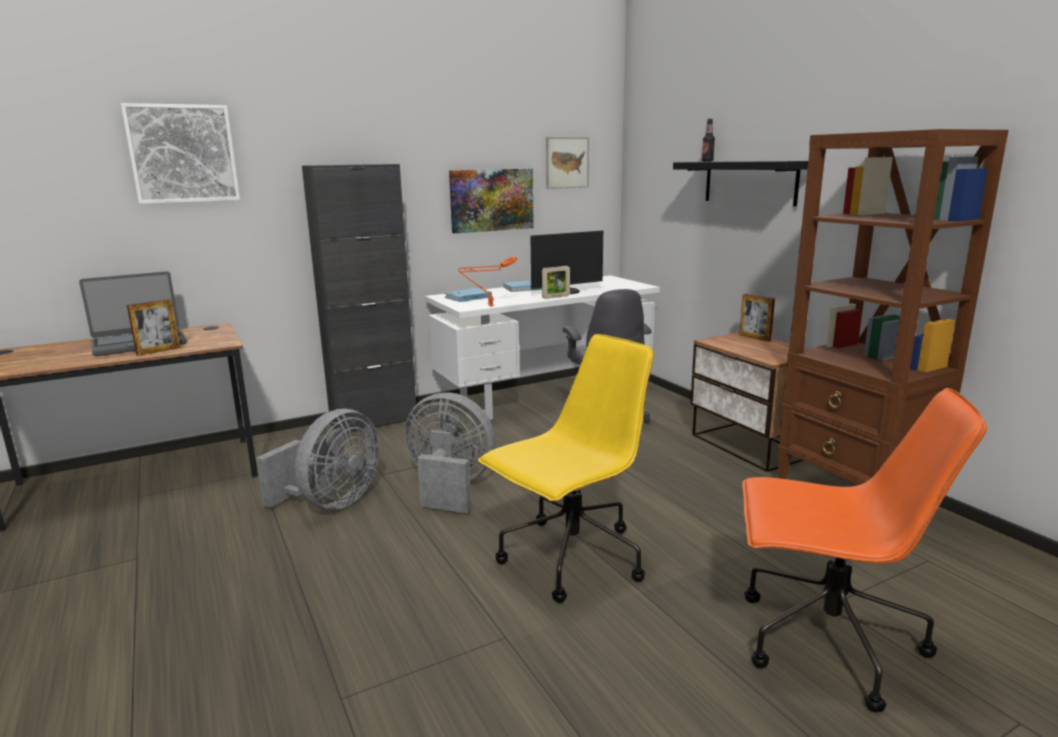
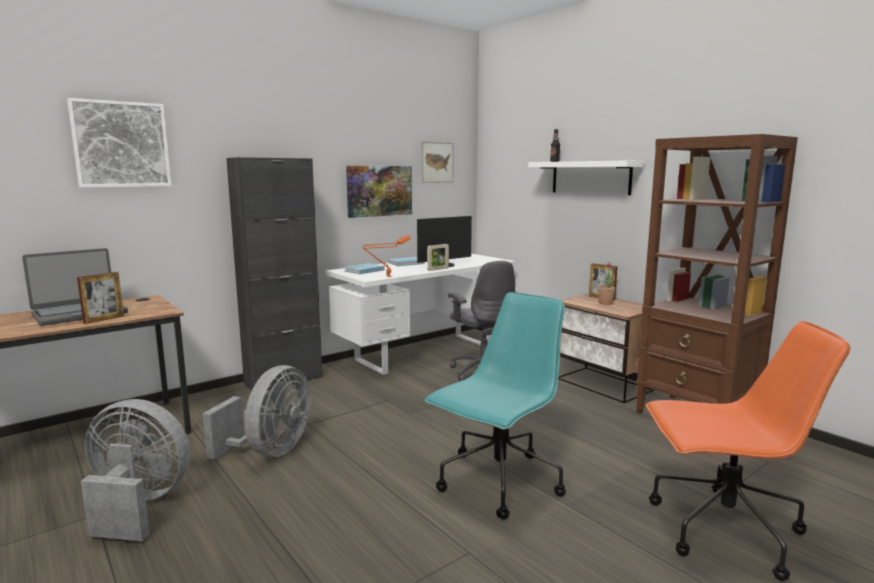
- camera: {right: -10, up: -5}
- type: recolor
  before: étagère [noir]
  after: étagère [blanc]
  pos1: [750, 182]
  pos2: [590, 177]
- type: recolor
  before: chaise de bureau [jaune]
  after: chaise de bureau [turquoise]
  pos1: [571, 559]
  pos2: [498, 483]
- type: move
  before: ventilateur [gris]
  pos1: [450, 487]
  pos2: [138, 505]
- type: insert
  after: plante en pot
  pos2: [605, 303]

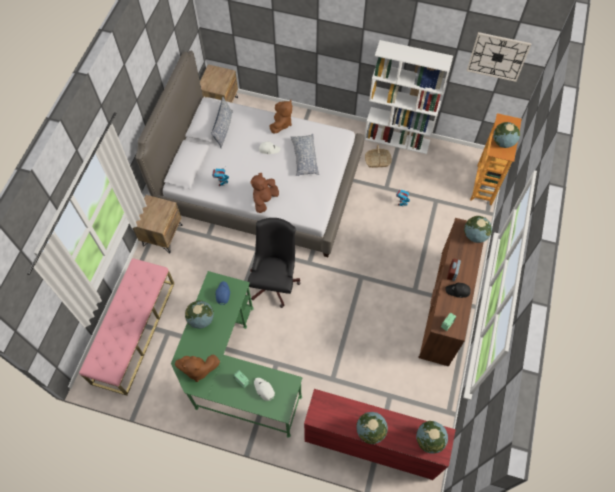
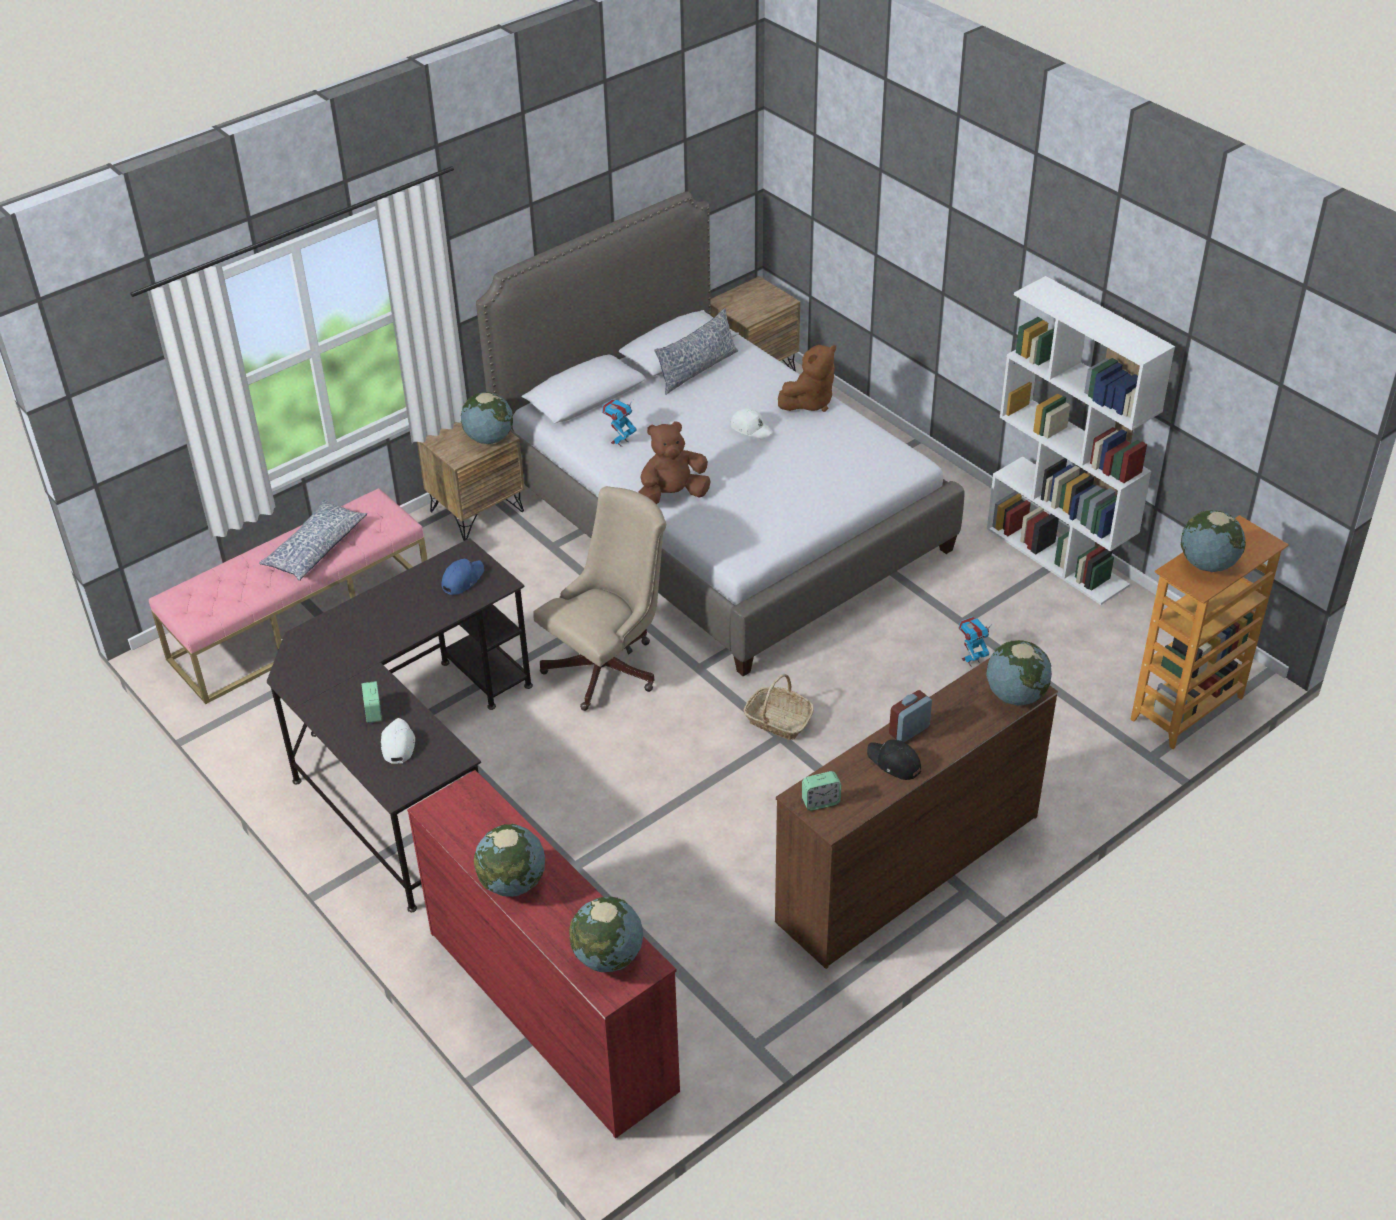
- camera: {right: 35, up: -20}
- type: delete
  before: horloge murale
  pos1: [497, 56]
- type: move
  before: coussin
  pos1: [304, 158]
  pos2: [314, 548]
- type: move
  before: panier
  pos1: [377, 161]
  pos2: [778, 721]
- type: recolor
  before: chaise de bureau [noir]
  after: chaise de bureau [beige]
  pos1: [275, 281]
  pos2: [609, 666]
- type: recolor
  before: bureau [vert]
  after: bureau [noir]
  pos1: [234, 372]
  pos2: [408, 763]
- type: move
  before: globe
  pos1: [201, 319]
  pos2: [489, 438]
- type: delete
  before: peluche [marron]
  pos1: [198, 369]

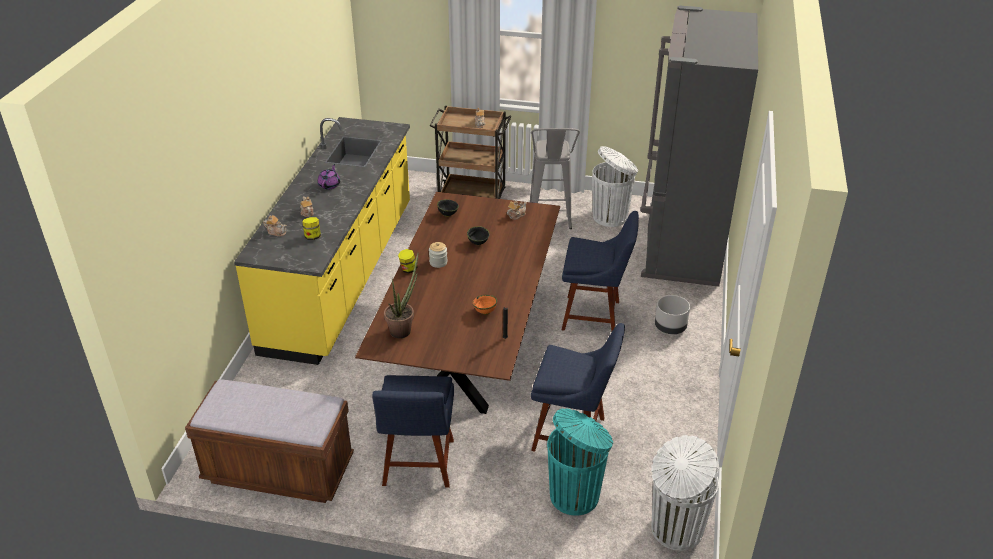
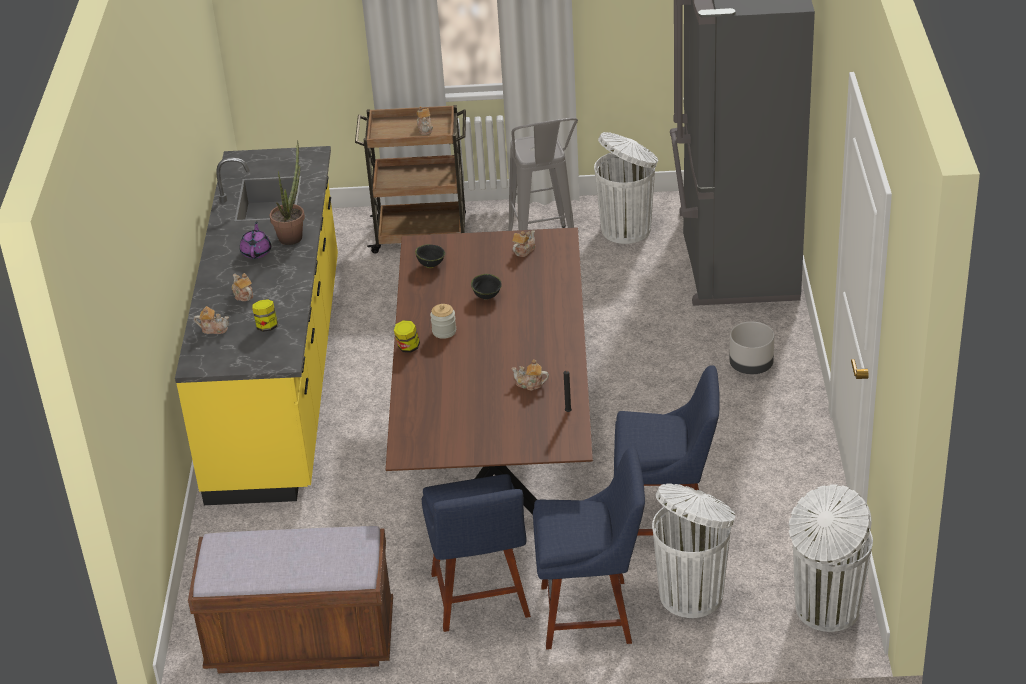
- camera: {right: -10, up: 0}
- type: move
  before: chaise [bleu]
  pos1: [595, 316]
  pos2: [592, 613]
- type: move
  before: plante en pot
  pos1: [403, 329]
  pos2: [293, 235]
- type: replace
  before: bol [orange]
  after: théière
  pos1: [485, 312]
  pos2: [530, 384]
- type: recolor
  before: poubelle [turquoise]
  after: poubelle [blanc]
  pos1: [576, 495]
  pos2: [692, 594]

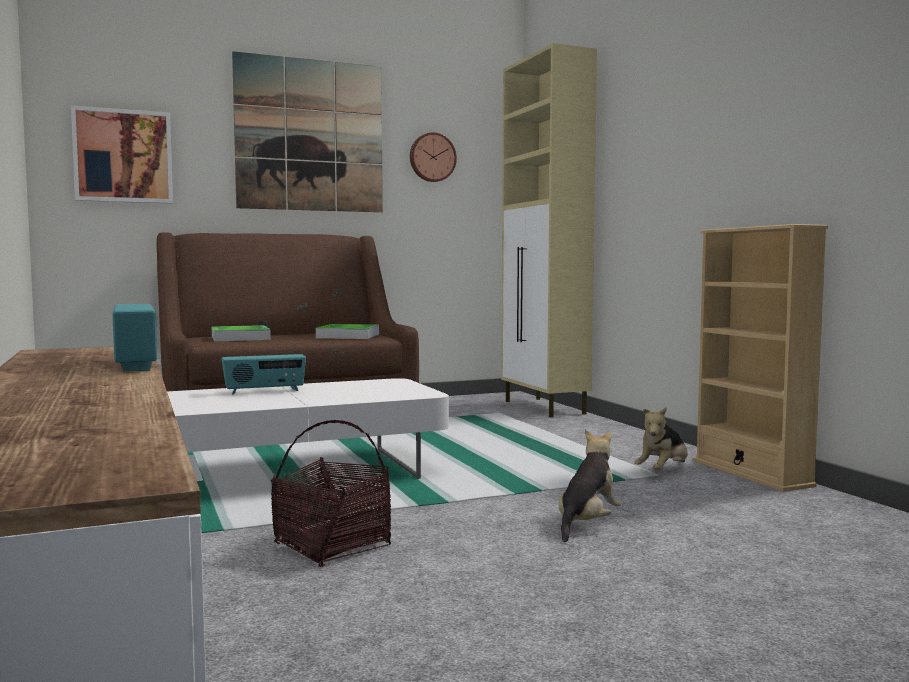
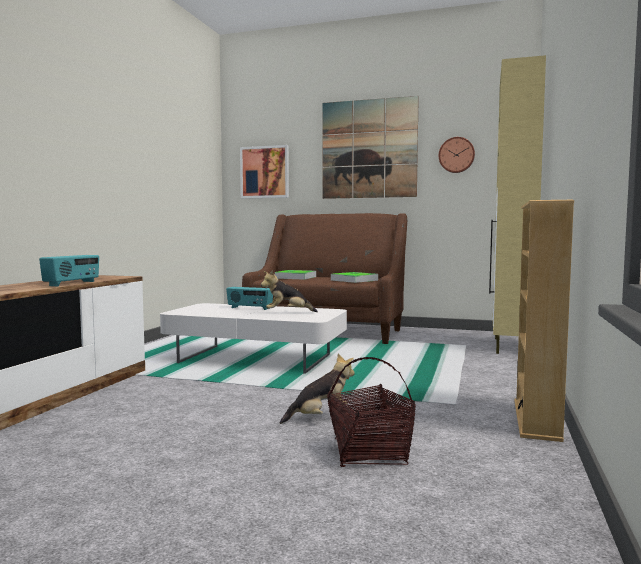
- camera: {right: 40, up: 0}
- type: move
  before: peluche
  pos1: [663, 471]
  pos2: [287, 313]
- type: move
  before: panier
  pos1: [331, 545]
  pos2: [369, 452]

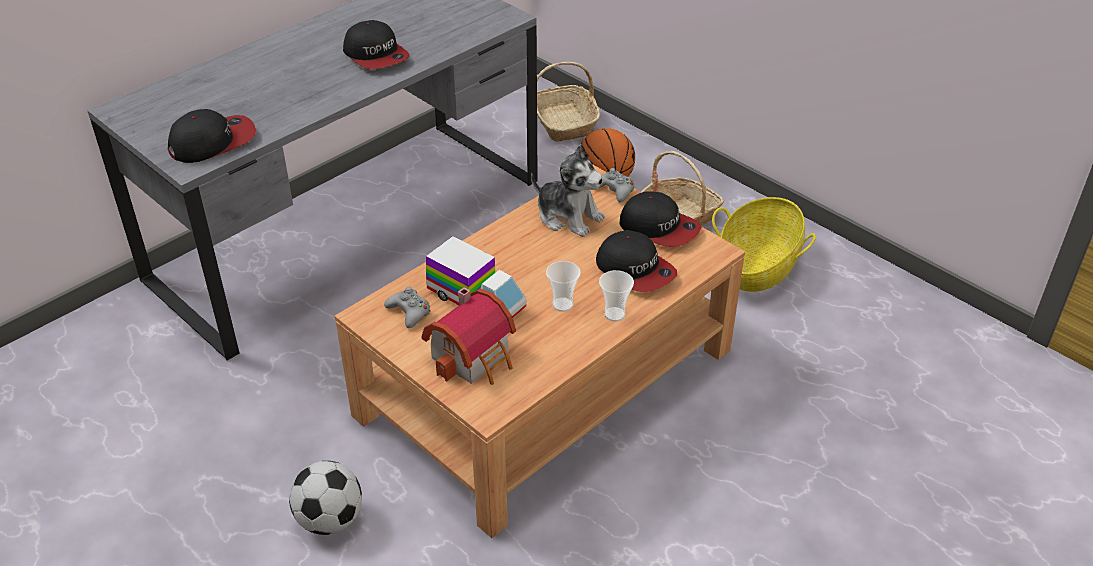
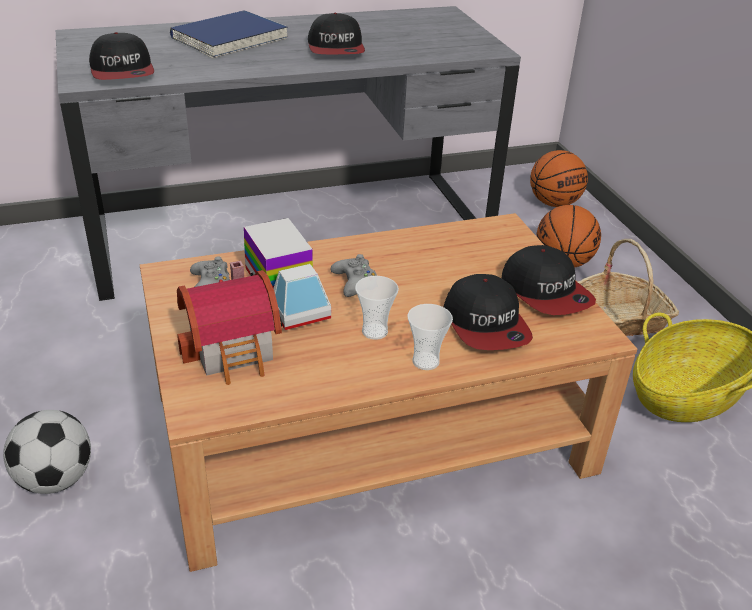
- camera: {right: 25, up: -5}
- type: replace
  before: panier
  after: ballon de basket
  pos1: [563, 122]
  pos2: [554, 203]
- type: rotate
  before: casquette
  pos1: [213, 142]
  pos2: [123, 72]
  turn: 75
- type: delete
  before: peluche
  pos1: [568, 217]
- type: move
  before: manette [gris]
  pos1: [615, 190]
  pos2: [355, 282]
- type: insert
  after: livre [bleu]
  pos2: [229, 39]

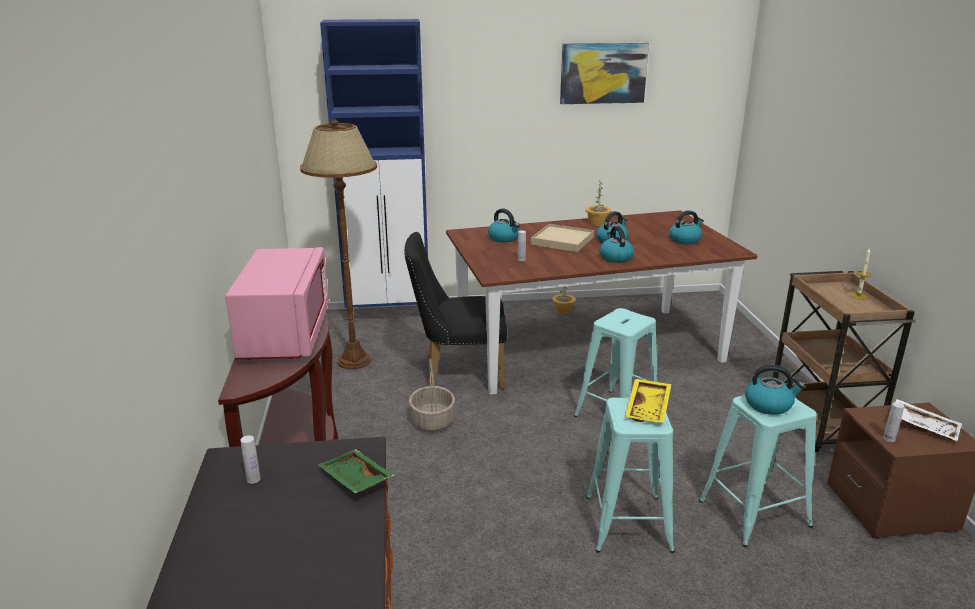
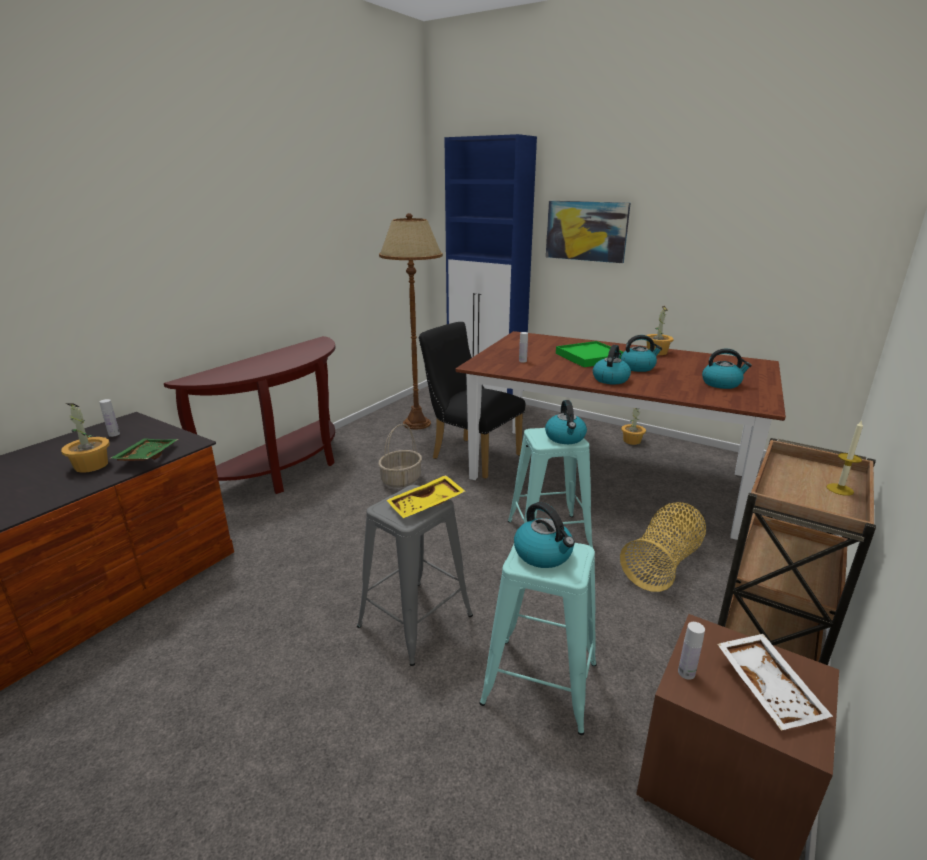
- camera: {right: 40, up: 0}
- type: move
  before: tableau
  pos1: [603, 73]
  pos2: [586, 231]
- type: move
  before: bouilloire
  pos1: [504, 238]
  pos2: [565, 438]
- type: recolor
  before: plateau [beige]
  after: plateau [vert]
  pos1: [562, 241]
  pos2: [590, 357]
- type: delete
  before: micro-ondes [rose]
  pos1: [286, 335]
- type: recolor
  before: tabouret [turquoise]
  after: tabouret [gris]
  pos1: [628, 523]
  pos2: [415, 621]
- type: insert
  after: plante en pot
  pos2: [91, 465]
- type: insert
  after: panier
  pos2: [663, 564]

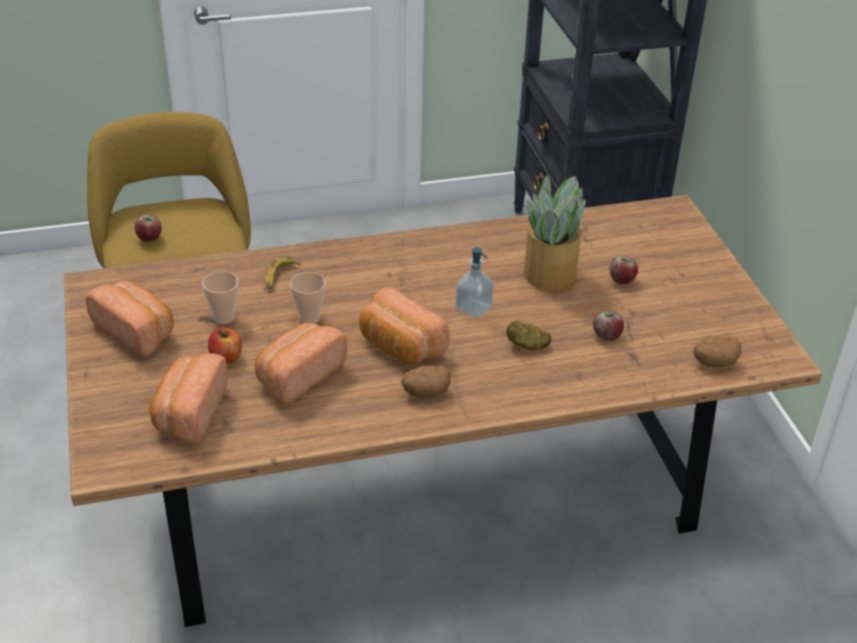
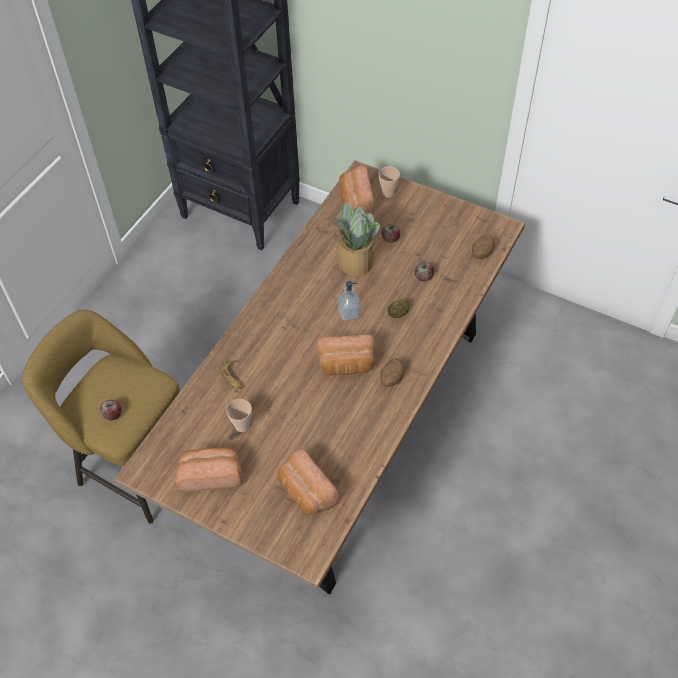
- camera: {right: -45, up: 15}
- type: move
  before: tasse
  pos1: [309, 318]
  pos2: [388, 193]
- type: move
  before: pain
  pos1: [298, 376]
  pos2: [355, 201]
- type: delete
  before: pomme
  pos1: [226, 357]

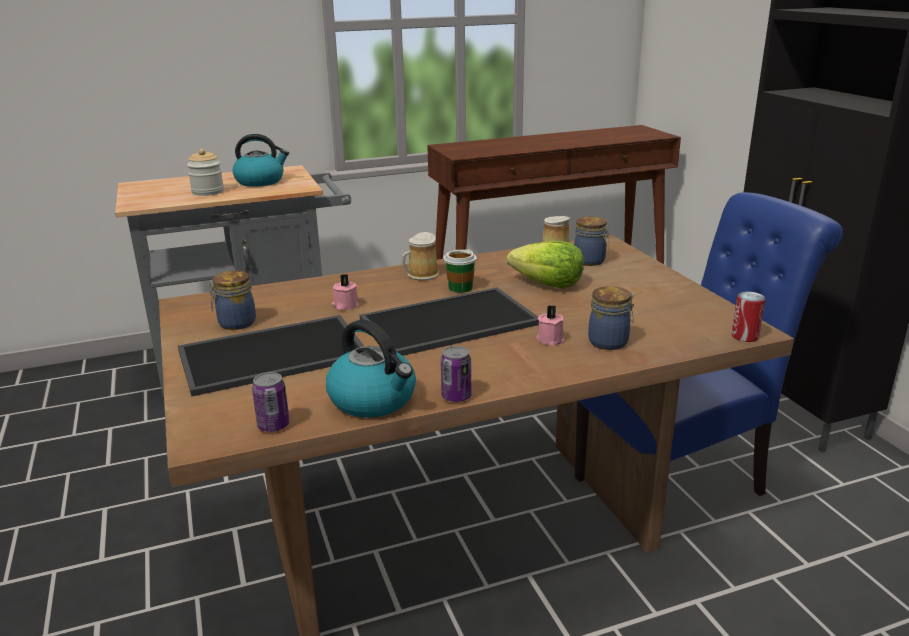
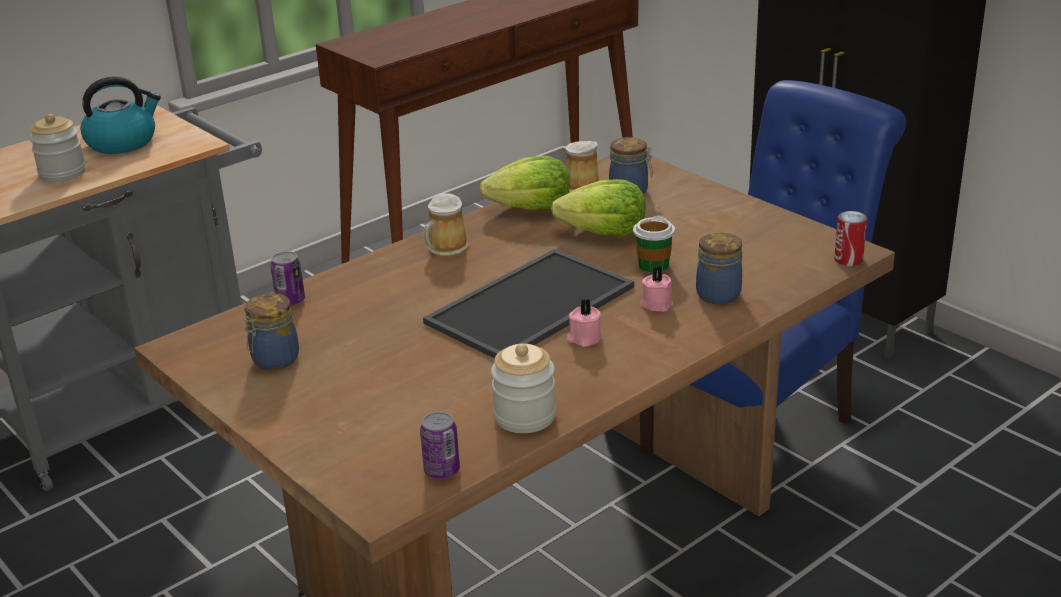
- camera: {right: -20, up: 5}
- type: move
  before: tasse
  pos1: [460, 288]
  pos2: [653, 265]
- type: move
  before: bougie [rose]
  pos1: [345, 305]
  pos2: [584, 338]
- type: delete
  before: plateau
  pos1: [274, 353]
- type: replace
  before: bouilloire
  after: bocal
  pos1: [374, 400]
  pos2: [525, 416]
- type: move
  before: boîte métallique
  pos1: [456, 396]
  pos2: [290, 300]
- type: insert
  after: laitue
  pos2: [531, 208]

